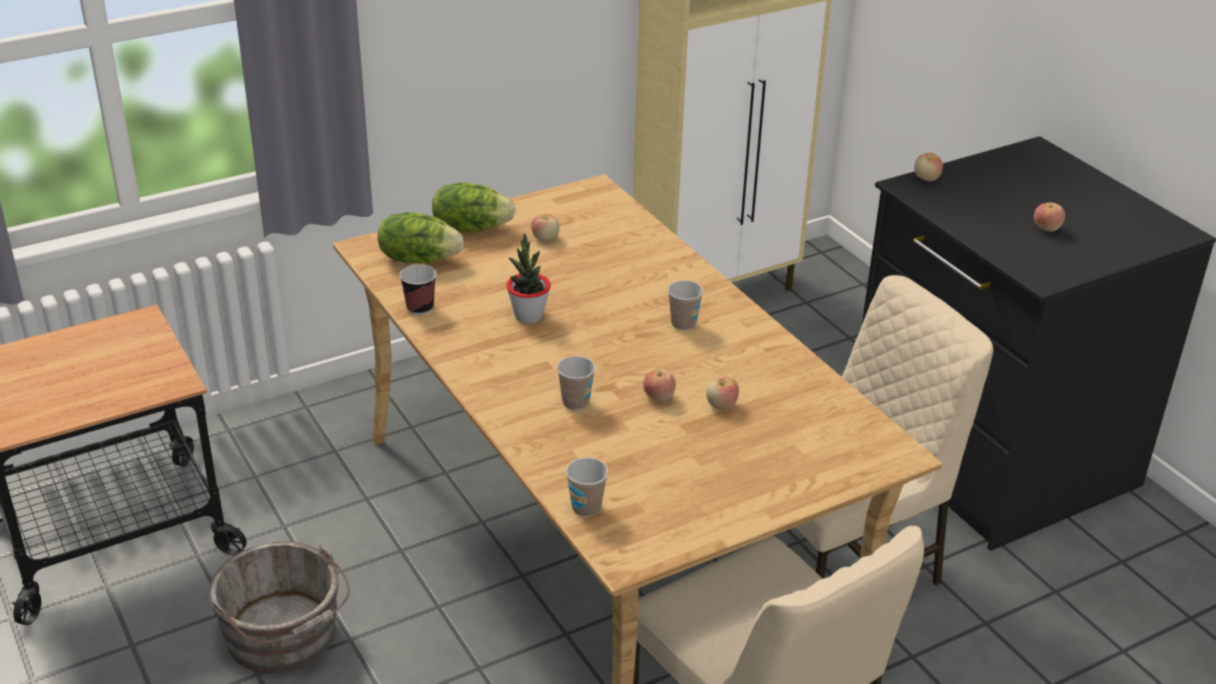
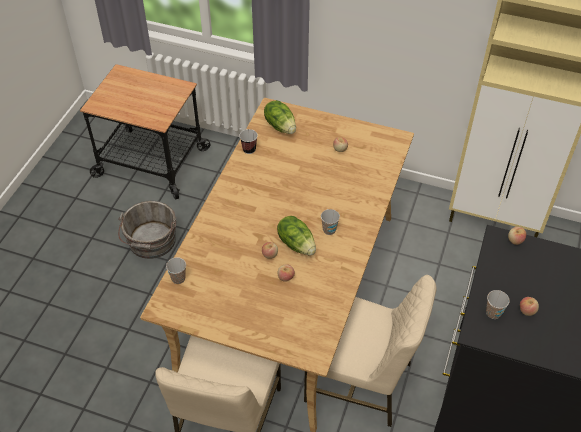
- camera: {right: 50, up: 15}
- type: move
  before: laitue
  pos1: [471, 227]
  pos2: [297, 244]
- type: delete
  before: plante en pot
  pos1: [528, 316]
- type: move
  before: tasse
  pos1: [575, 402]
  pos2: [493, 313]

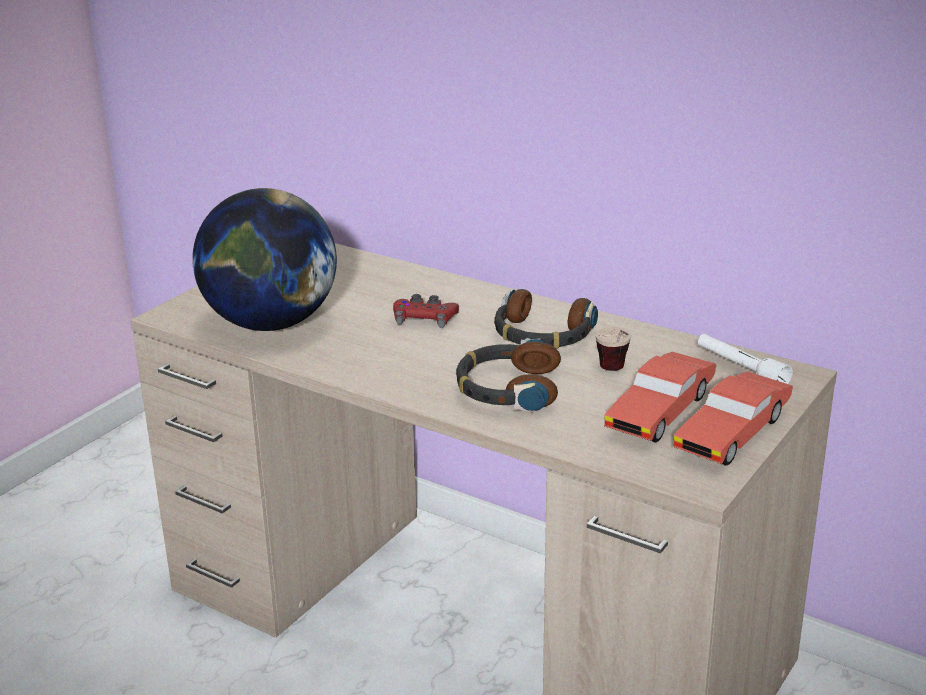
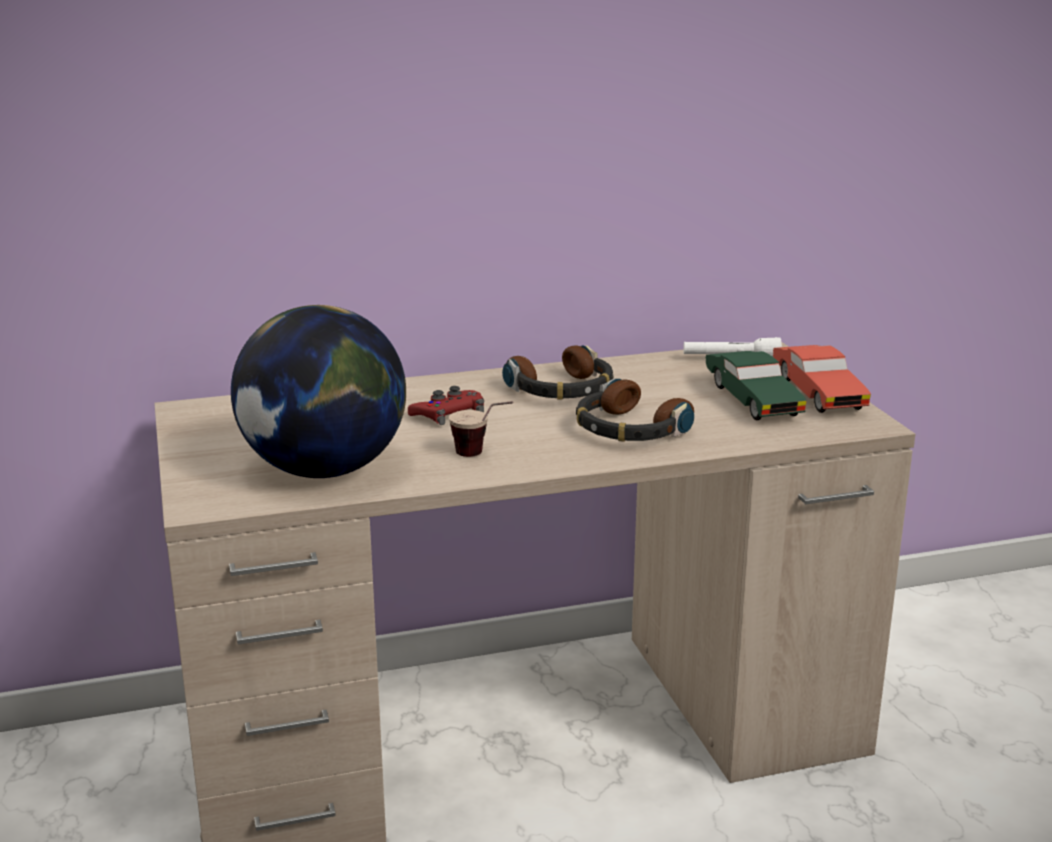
- camera: {right: -50, up: -5}
- type: move
  before: tasse
  pos1: [615, 373]
  pos2: [482, 455]
- type: recolor
  before: petite voiture [rouge]
  after: petite voiture [vert]
  pos1: [660, 412]
  pos2: [752, 400]

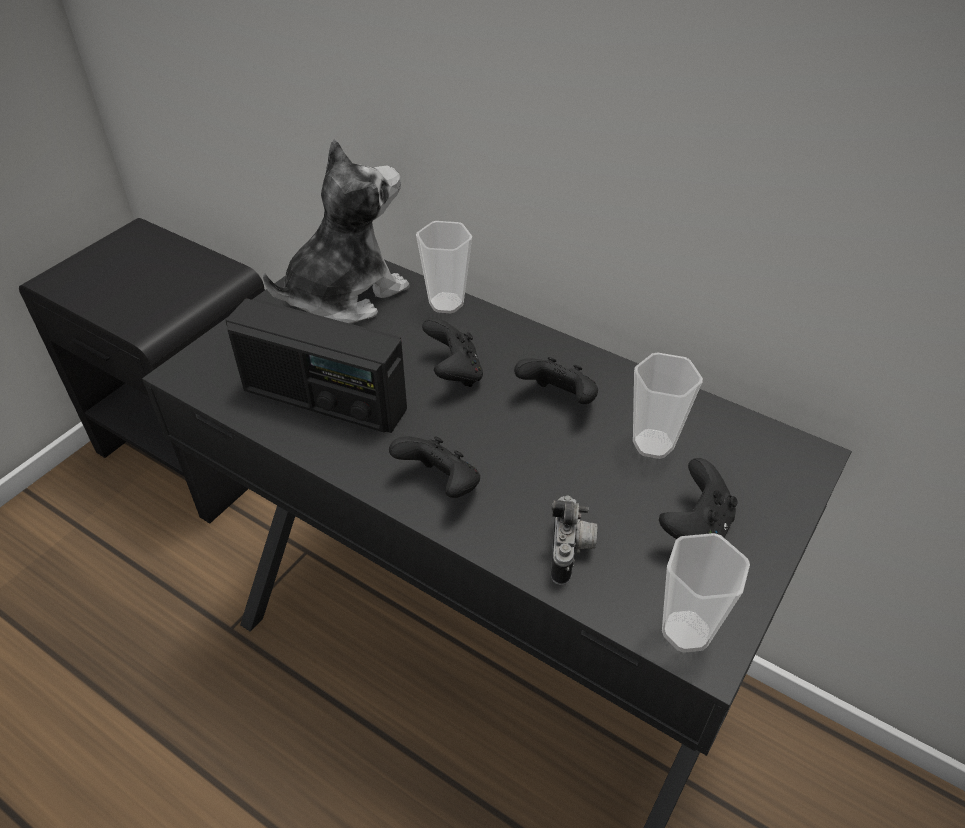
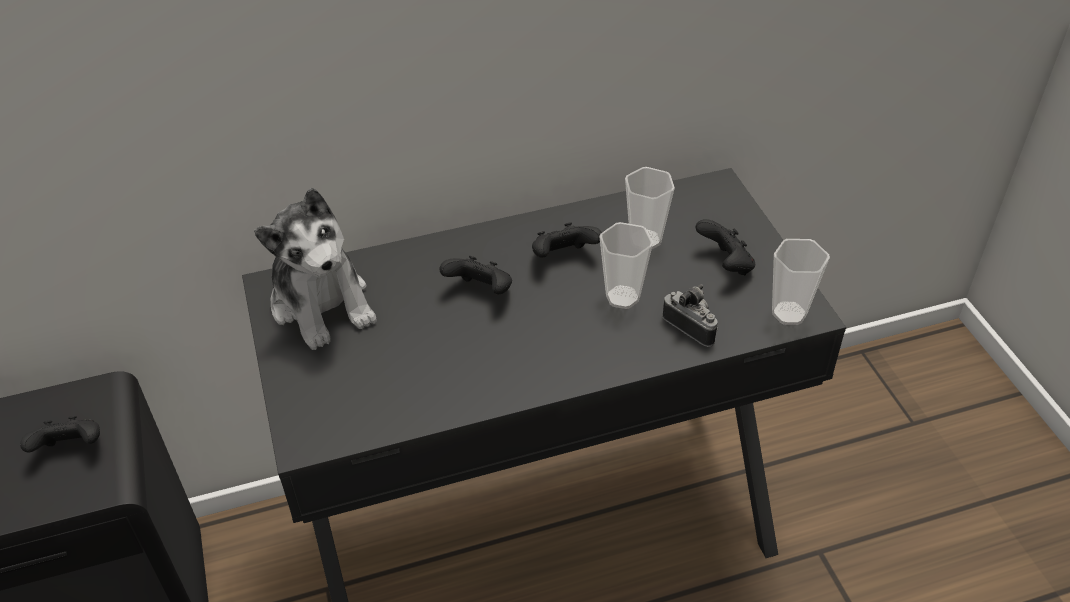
- camera: {right: -50, up: 0}
- type: rotate
  before: peluche
  pos1: [344, 294]
  pos2: [322, 304]
  turn: 150
- type: move
  before: tasse
  pos1: [446, 303]
  pos2: [622, 297]
- type: delete
  before: radio
  pos1: [324, 399]
- type: move
  before: manette [noir]
  pos1: [440, 485]
  pos2: [72, 448]

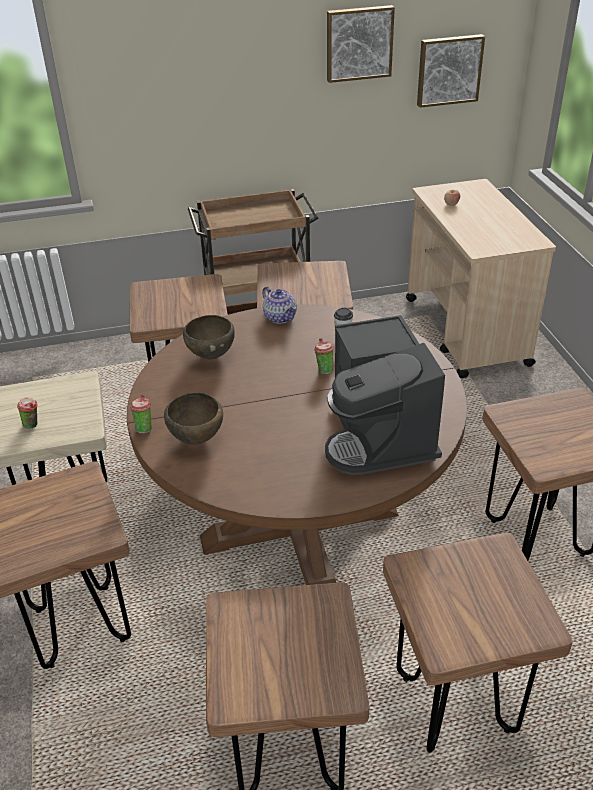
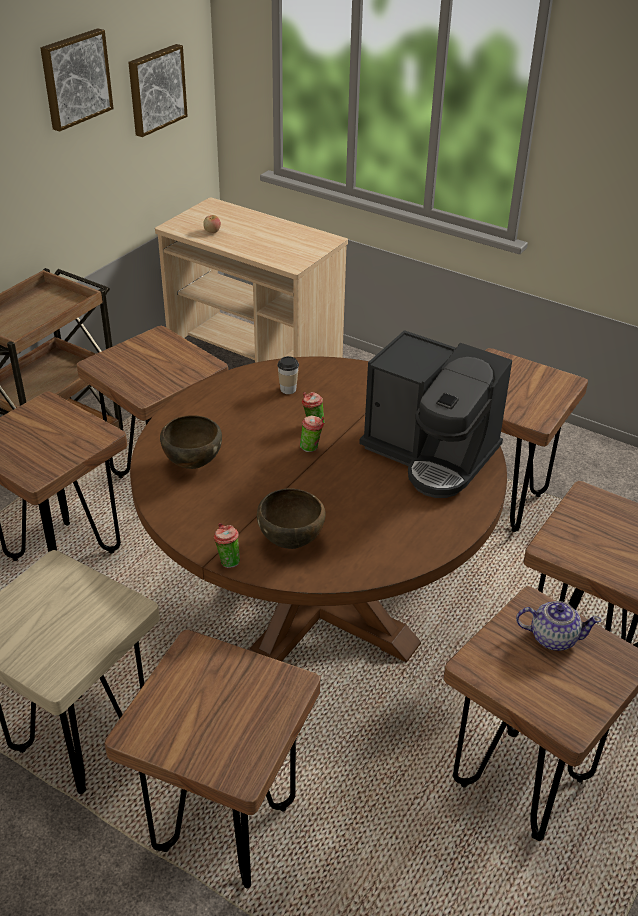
- camera: {right: -45, up: 0}
- type: move
  before: théière
  pos1: [280, 317]
  pos2: [553, 637]
- type: move
  before: tasse
  pos1: [33, 425]
  pos2: [311, 448]

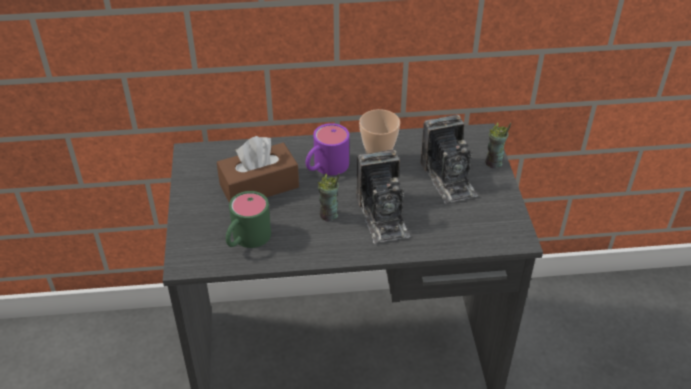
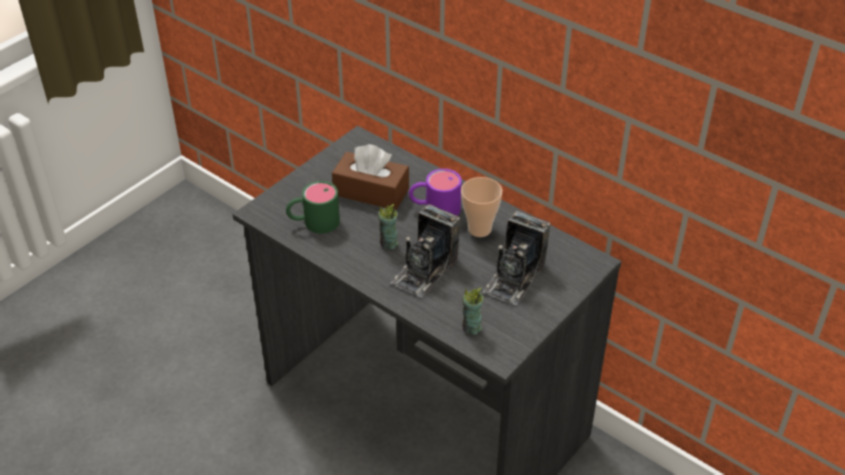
- camera: {right: 45, up: 0}
- type: move
  before: tasse
  pos1: [493, 163]
  pos2: [471, 328]

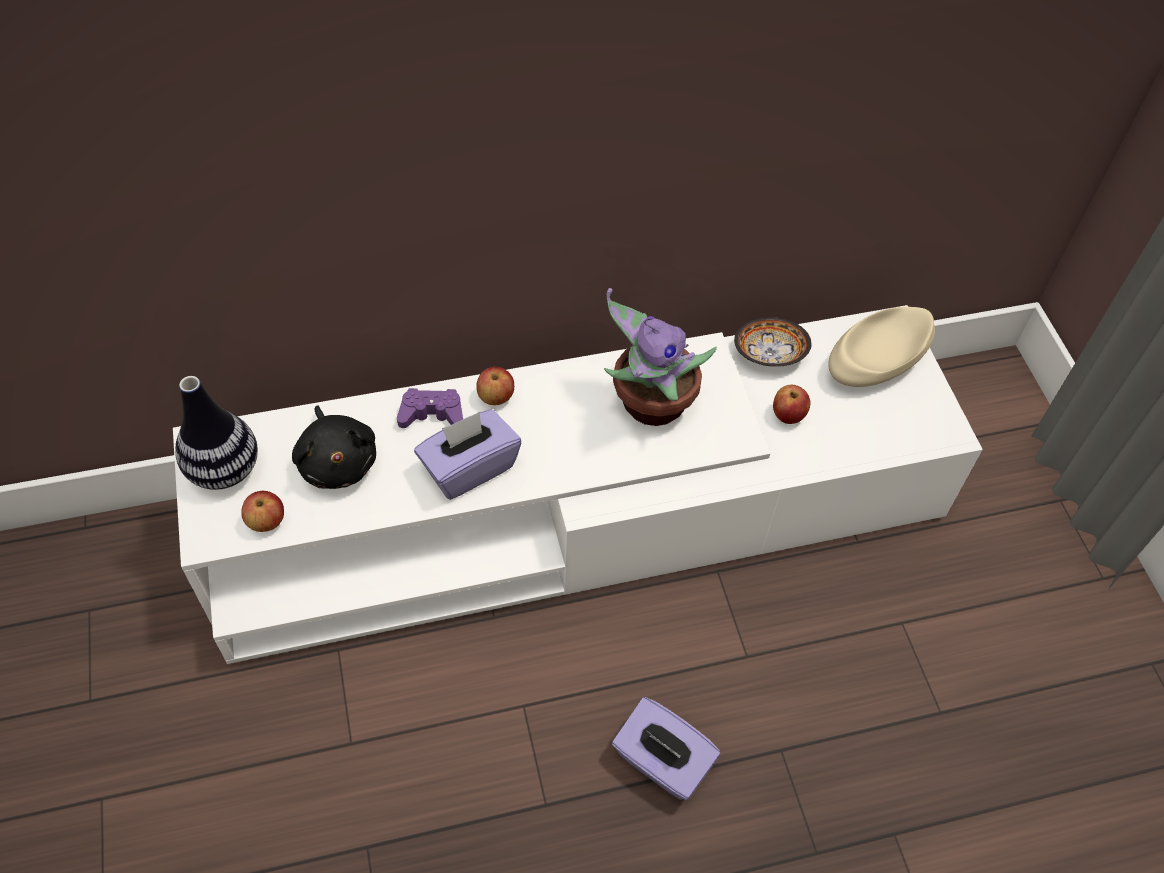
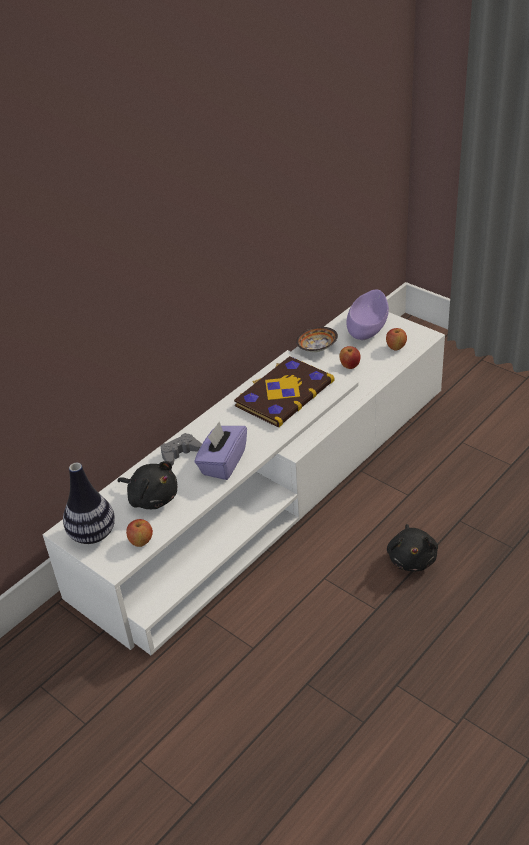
- camera: {right: -30, up: -15}
- type: replace
  before: plante en pot
  after: livre
  pos1: [649, 404]
  pos2: [283, 393]
- type: recolor
  before: bol [beige]
  after: bol [violet]
  pos1: [876, 361]
  pos2: [367, 326]
- type: move
  before: pomme
  pos1: [495, 397]
  pos2: [396, 347]
- type: recolor
  before: manette [violet]
  after: manette [gris]
  pos1: [432, 414]
  pos2: [180, 453]
- type: replace
  before: boîte à mouchoirs [violet]
  after: peluche [noir]
  pos1: [661, 762]
  pos2: [412, 558]

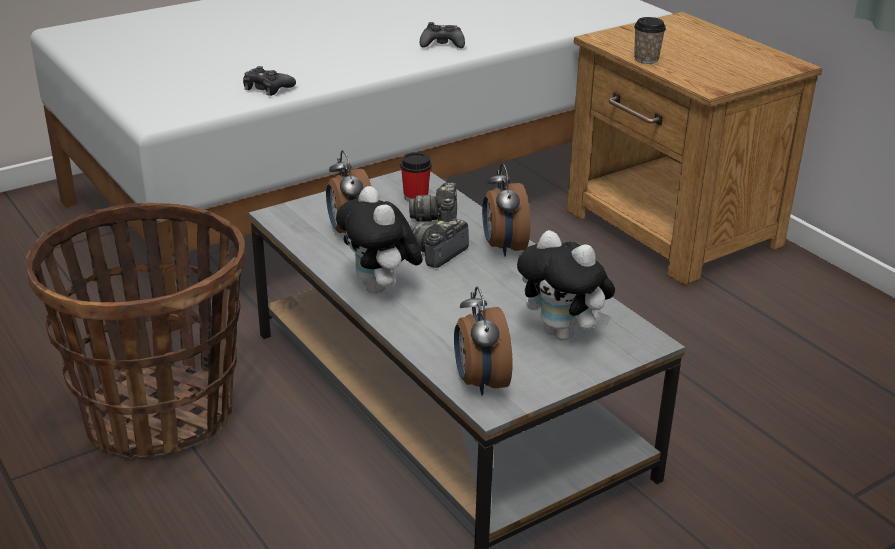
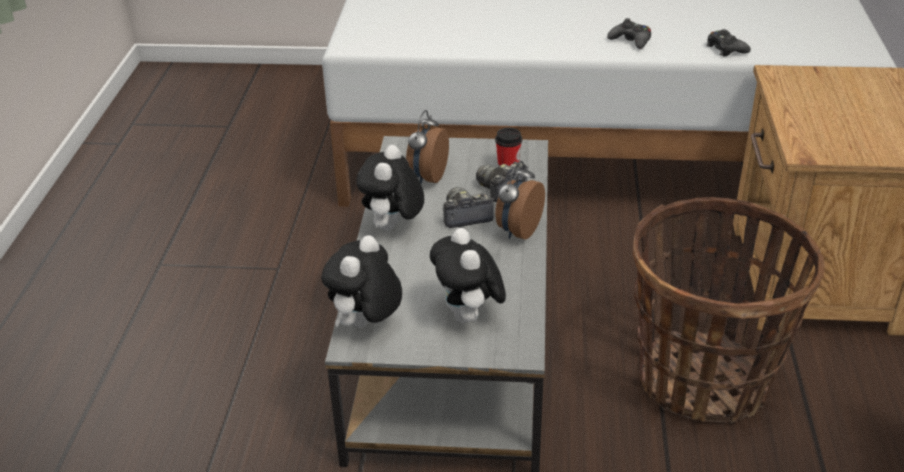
- camera: {right: 40, up: 5}
- type: delete
  before: tasse
  pos1: [646, 59]
- type: move
  before: manette [noir]
  pos1: [267, 88]
  pos2: [726, 49]
- type: move
  before: panier
  pos1: [159, 414]
  pos2: [704, 380]
- type: replace
  before: réveil
  after: peluche
  pos1: [479, 382]
  pos2: [366, 325]

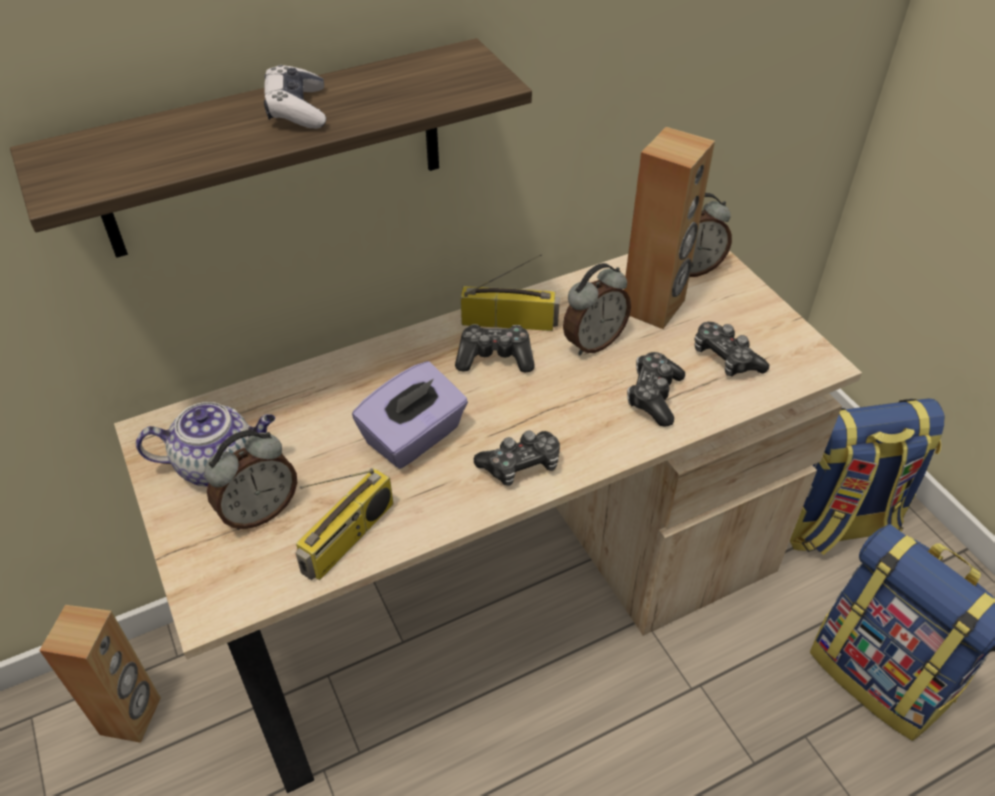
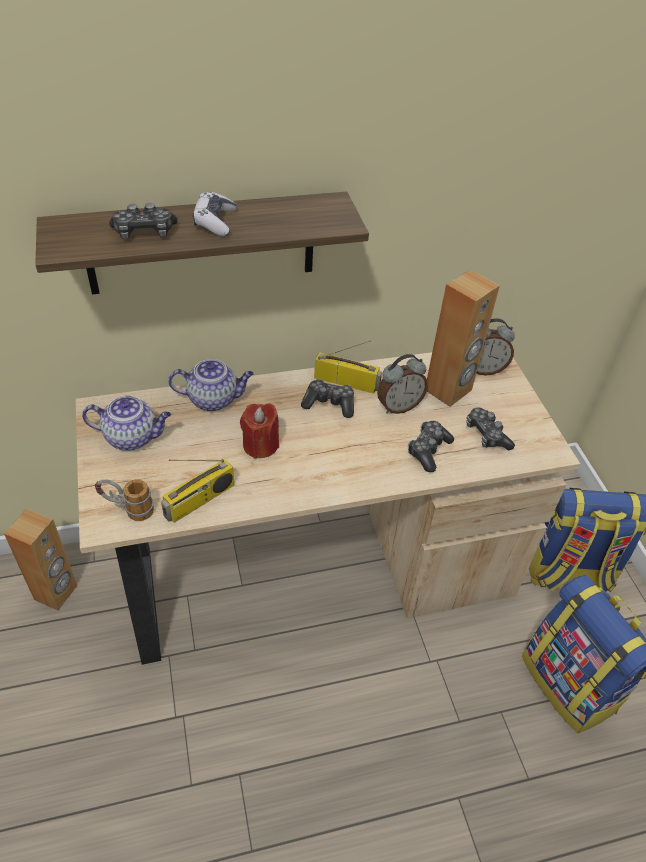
- camera: {right: 10, up: 0}
- type: replace
  before: boîte à mouchoirs [violet]
  after: bougie [rouge]
  pos1: [414, 437]
  pos2: [260, 445]
- type: delete
  before: réveil
  pos1: [259, 511]
- type: move
  before: manette
  pos1: [521, 465]
  pos2: [144, 232]
- type: insert
  after: théière
  pos2: [214, 399]
- type: insert
  after: mug
  pos2: [128, 510]

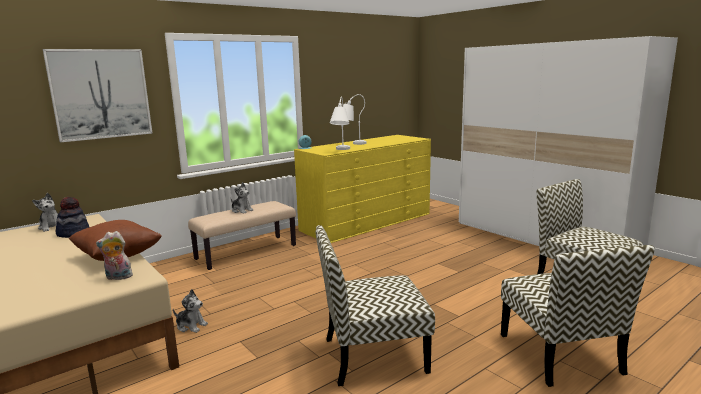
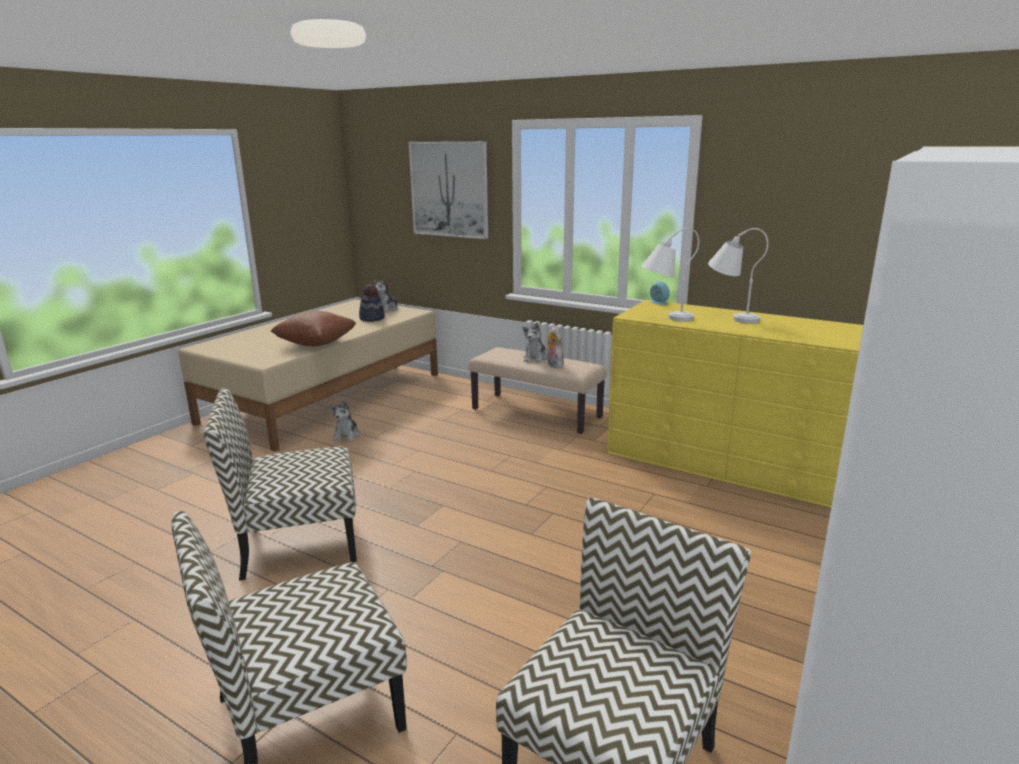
- camera: {right: 70, up: 5}
- type: rotate
  before: chaise
  pos1: [373, 355]
  pos2: [297, 543]
  turn: -75
- type: move
  before: peluche
  pos1: [118, 277]
  pos2: [553, 365]

